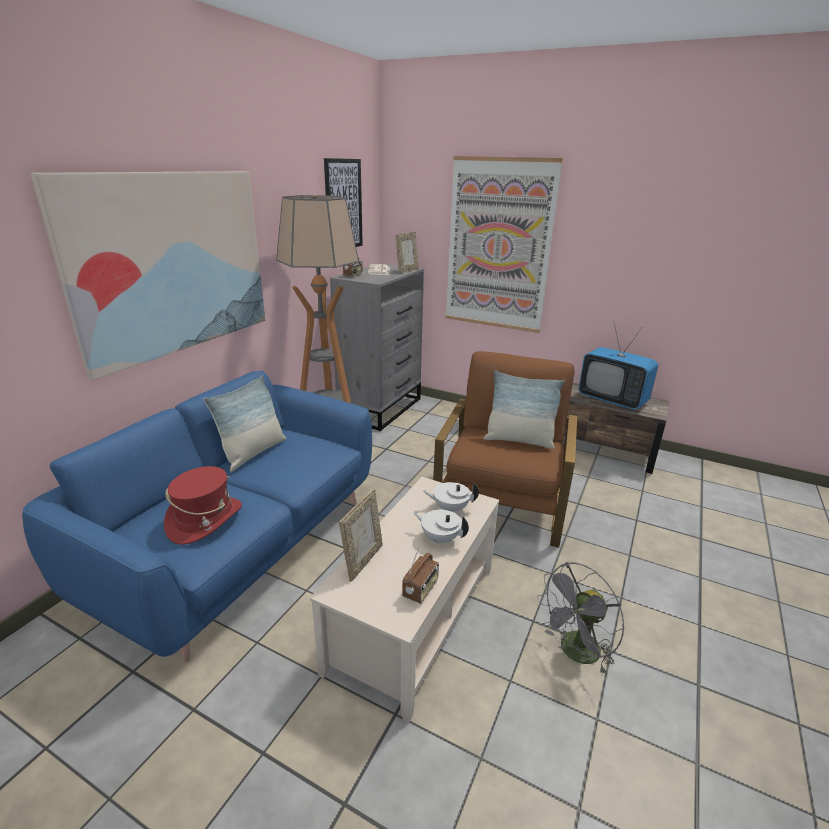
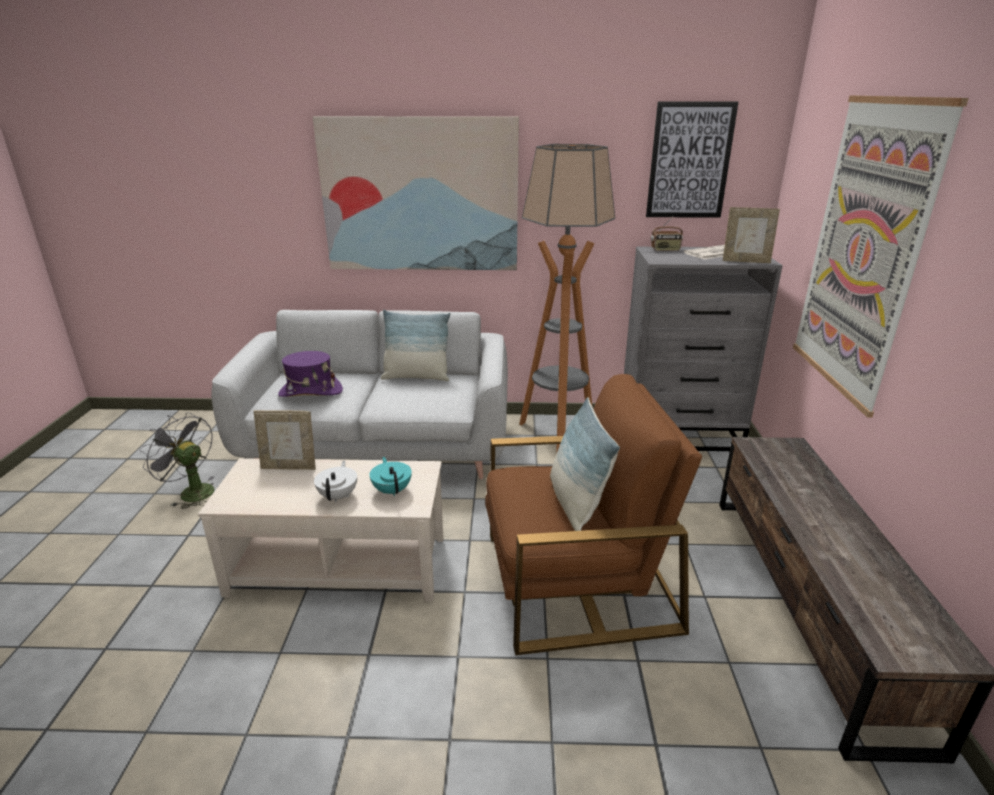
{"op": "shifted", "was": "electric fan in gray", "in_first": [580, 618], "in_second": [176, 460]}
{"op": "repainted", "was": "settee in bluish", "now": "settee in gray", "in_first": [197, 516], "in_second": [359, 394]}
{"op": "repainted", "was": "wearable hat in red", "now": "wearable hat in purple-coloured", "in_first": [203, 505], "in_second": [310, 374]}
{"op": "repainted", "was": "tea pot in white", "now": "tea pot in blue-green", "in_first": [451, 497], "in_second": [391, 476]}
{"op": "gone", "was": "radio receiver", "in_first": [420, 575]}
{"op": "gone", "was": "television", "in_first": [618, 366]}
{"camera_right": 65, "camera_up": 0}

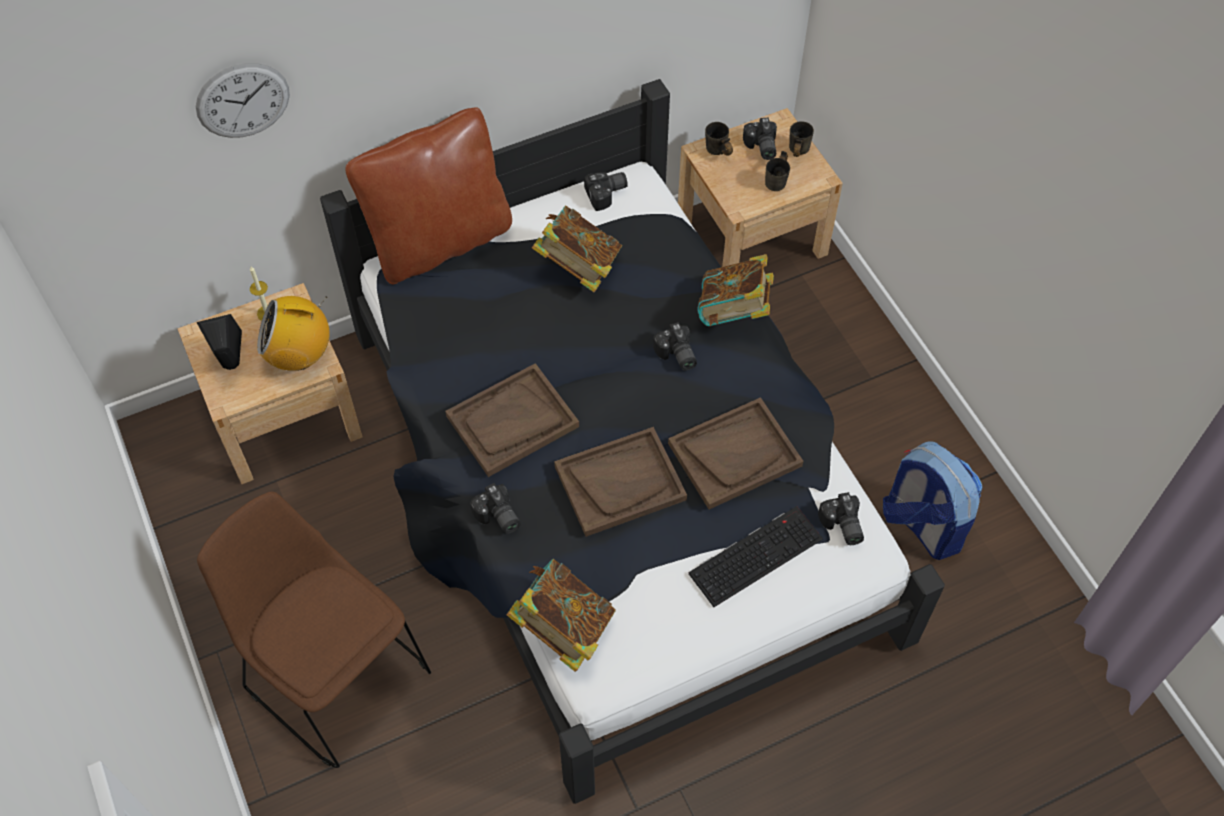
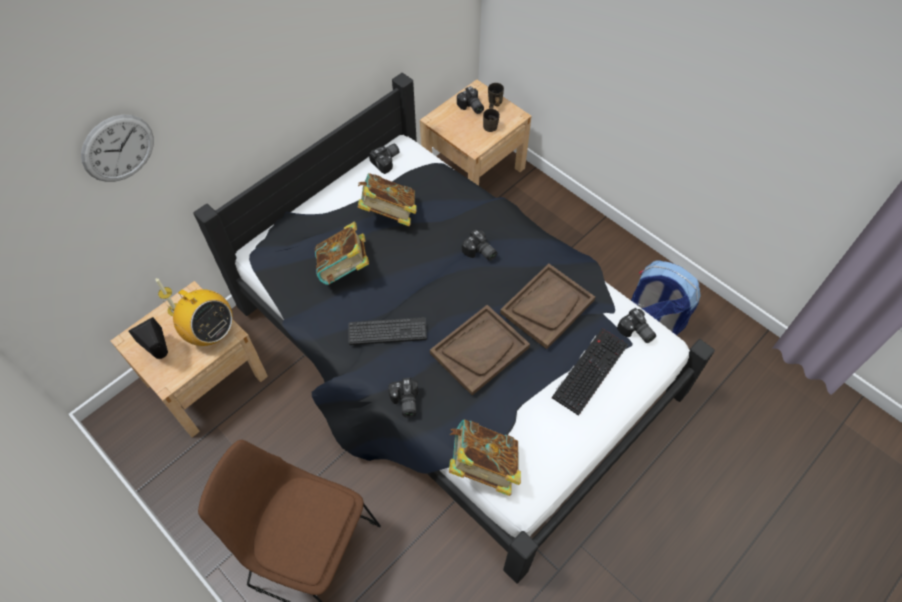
{"op": "rotated", "was": "radio receiver", "in_first": [293, 333], "in_second": [198, 317], "clockwise": -120}
{"op": "shifted", "was": "bound book", "in_first": [736, 290], "in_second": [342, 253]}
{"op": "swapped", "was": "serving tray in brownish", "now": "computer keyboard", "in_first": [512, 420], "in_second": [388, 331]}
{"op": "rotated", "was": "photo camera", "in_first": [495, 508], "in_second": [403, 398], "clockwise": 45}
{"op": "gone", "was": "cushion in brownish", "in_first": [428, 195]}
{"op": "gone", "was": "tea mug in gray", "in_first": [719, 139]}
{"camera_right": -20, "camera_up": 0}

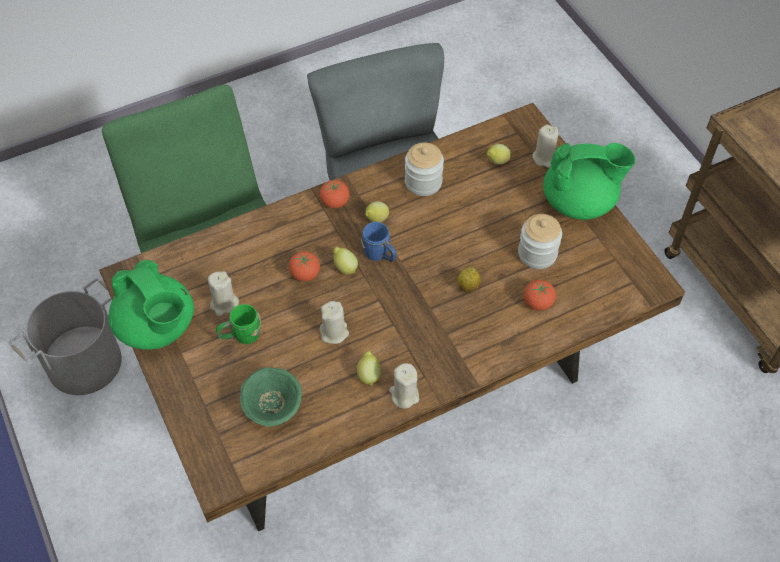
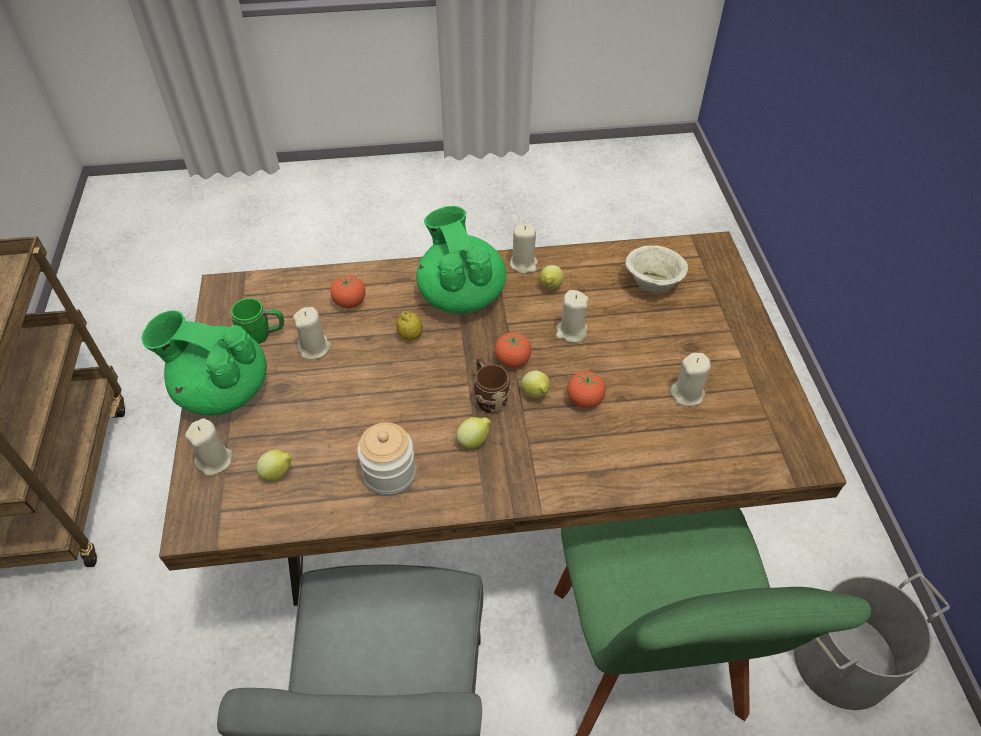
{"op": "shifted", "was": "tea mug in green", "in_first": [238, 324], "in_second": [257, 321]}
{"op": "swapped", "was": "storage jar", "now": "wax candle in beige", "in_first": [540, 241], "in_second": [312, 333]}
{"op": "shifted", "was": "tea pot in green", "in_first": [151, 304], "in_second": [461, 259]}
{"op": "repainted", "was": "tea mug in bluish", "now": "tea mug in brownish", "in_first": [378, 242], "in_second": [492, 385]}
{"op": "shifted", "was": "fresh tomato", "in_first": [334, 194], "in_second": [513, 350]}
{"op": "repainted", "was": "serving bowl in green", "now": "serving bowl in beige", "in_first": [271, 397], "in_second": [656, 269]}
{"camera_right": -160, "camera_up": -5}

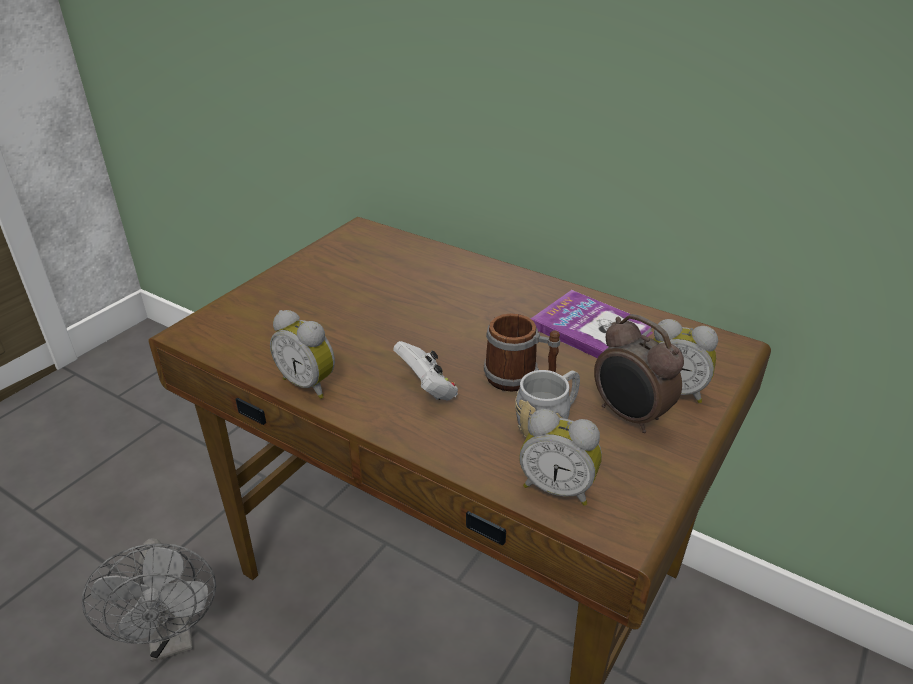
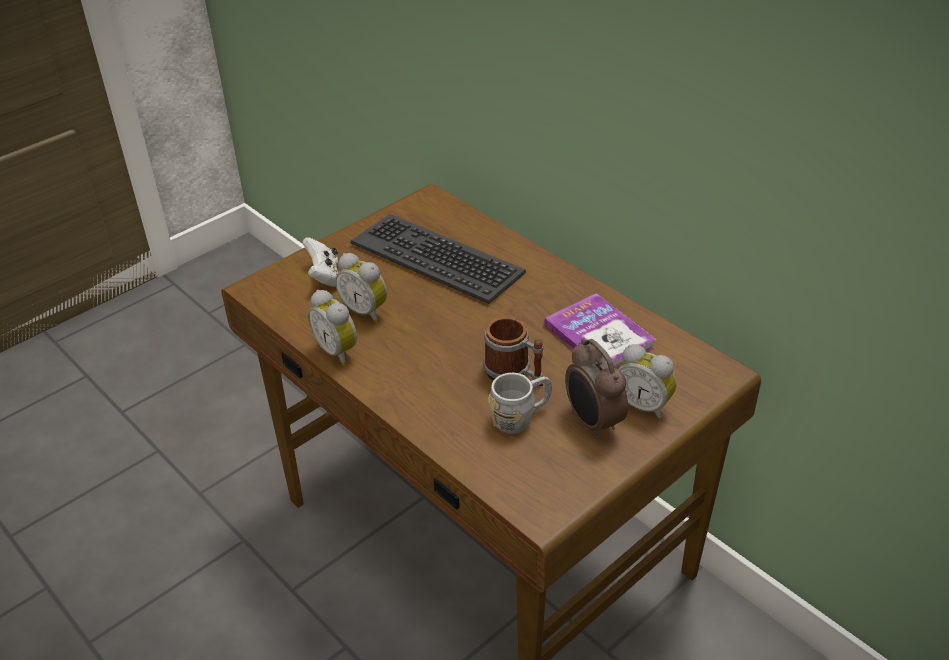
{"op": "shifted", "was": "gamepad in white", "in_first": [425, 371], "in_second": [320, 262]}
{"op": "shifted", "was": "alarm clock", "in_first": [560, 457], "in_second": [361, 288]}
{"op": "new", "now": "computer keyboard", "in_second": [438, 259]}
{"op": "gone", "was": "electric fan in gray", "in_first": [149, 600]}
{"camera_right": 15, "camera_up": 5}

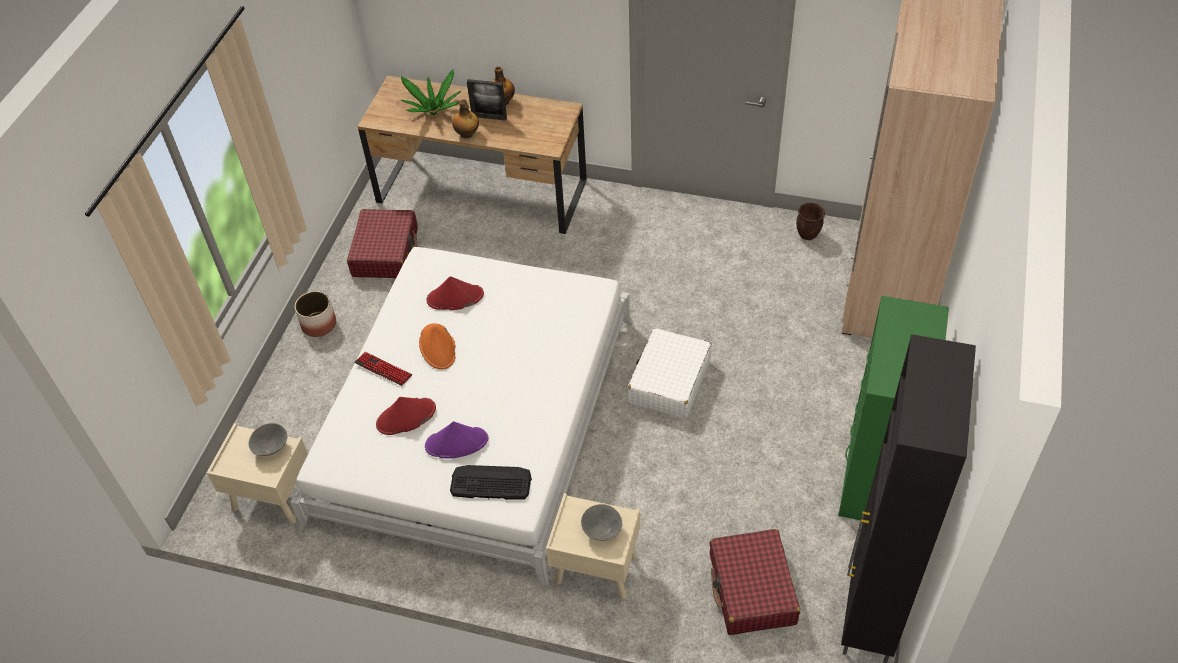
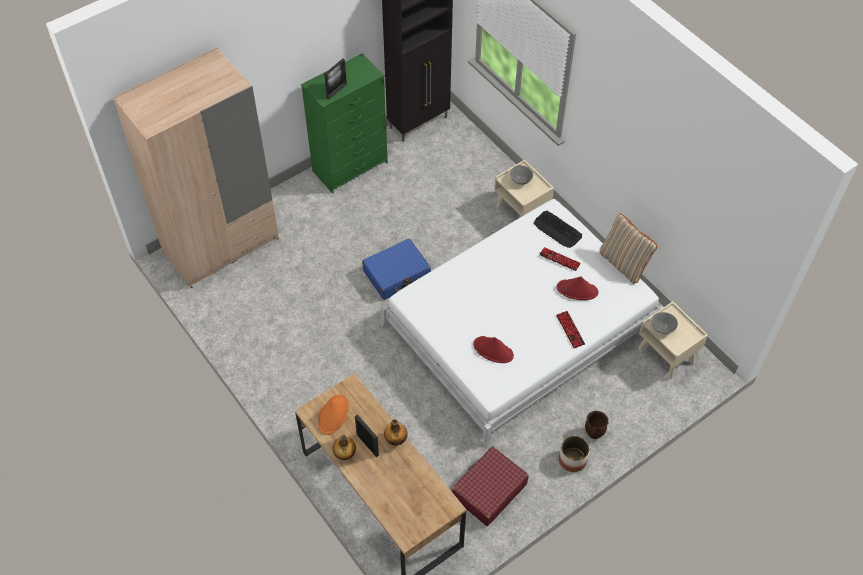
{"op": "shifted", "was": "wearable hat in orange-coloured", "in_first": [437, 346], "in_second": [333, 415]}
{"op": "new", "now": "standing frame", "in_second": [335, 79]}
{"op": "repainted", "was": "travel case in white", "now": "travel case in bluish", "in_first": [669, 373], "in_second": [396, 269]}
{"op": "swapped", "was": "wearable hat in purple-coloured", "now": "computer keyboard", "in_first": [456, 439], "in_second": [560, 259]}
{"op": "shifted", "was": "planter in brownish", "in_first": [810, 221], "in_second": [596, 424]}
{"op": "new", "now": "cushion in beige", "in_second": [628, 248]}
{"op": "gone", "was": "plant in a pot", "in_first": [431, 92]}
{"op": "gone", "was": "travel case in red", "in_first": [755, 582]}
{"camera_right": -145, "camera_up": 5}

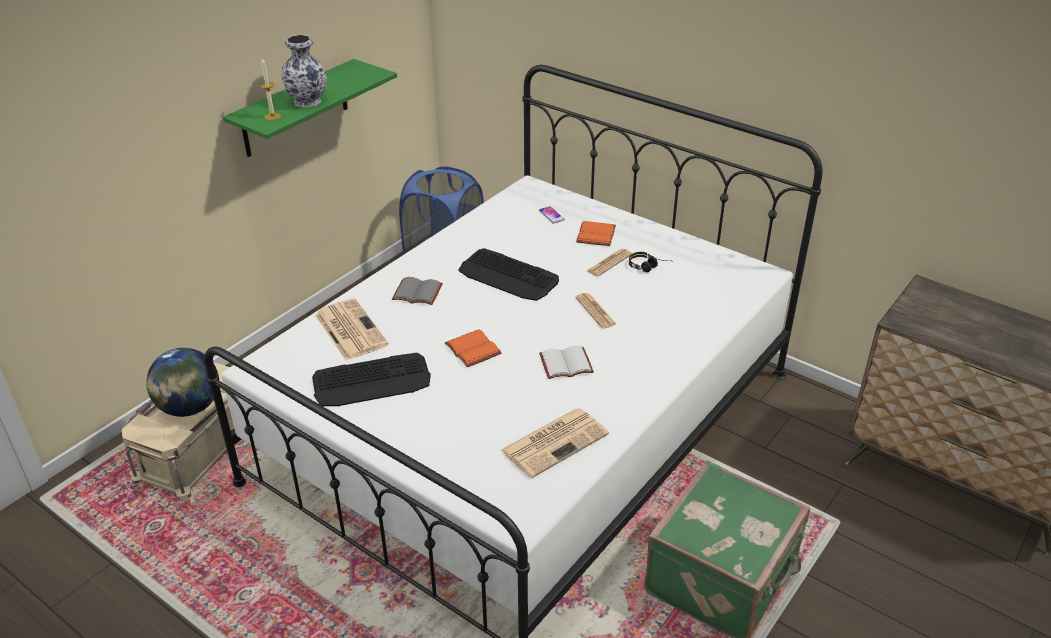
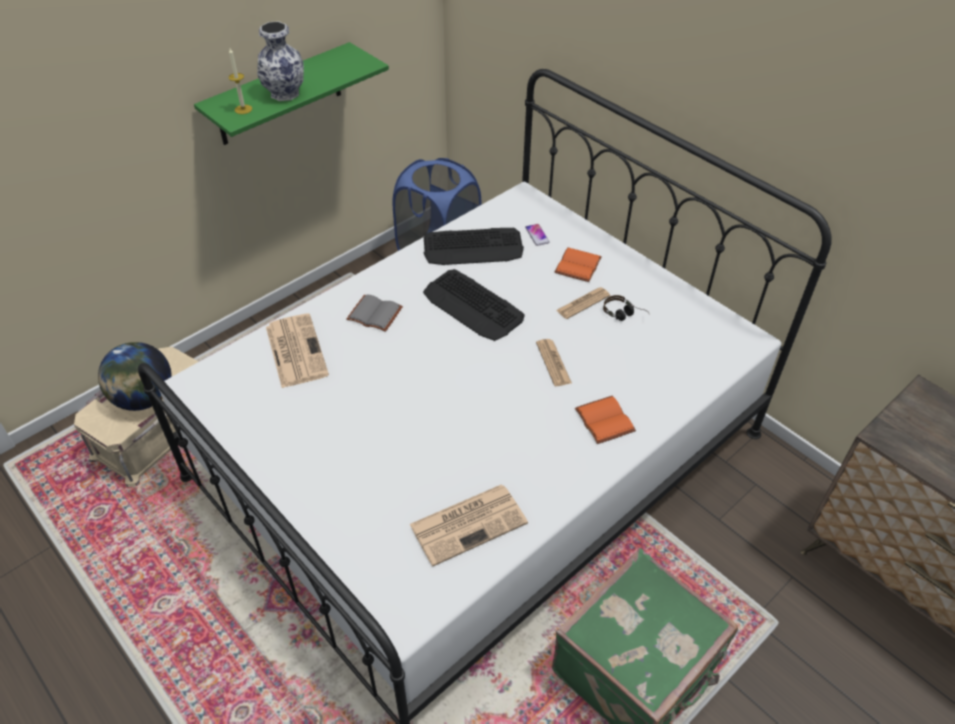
{"op": "shifted", "was": "computer keyboard", "in_first": [371, 379], "in_second": [474, 246]}
{"op": "shifted", "was": "bound book in orange-coloured", "in_first": [473, 348], "in_second": [605, 420]}
{"op": "gone", "was": "bound book in white", "in_first": [566, 362]}
{"camera_right": 10, "camera_up": 10}

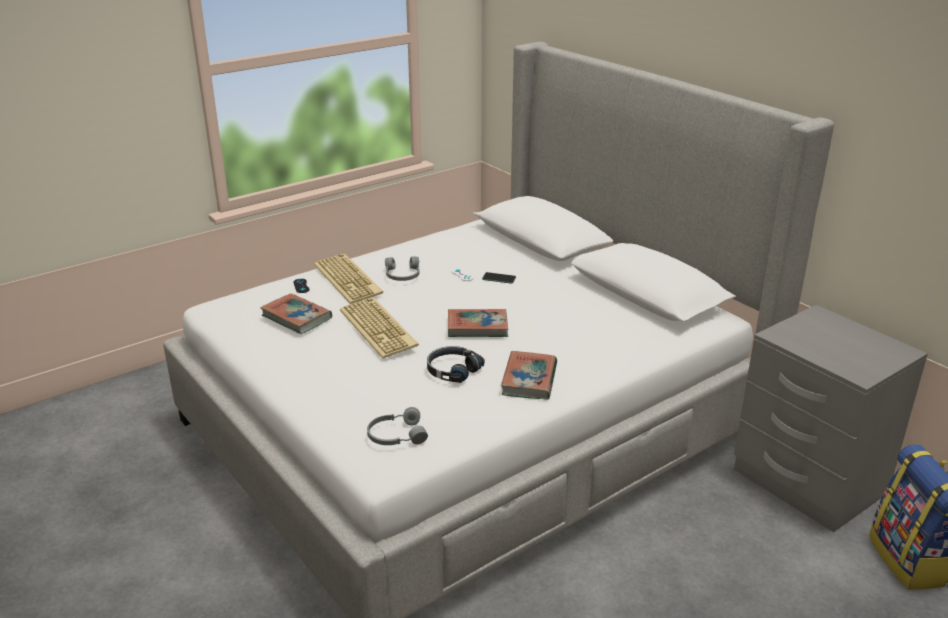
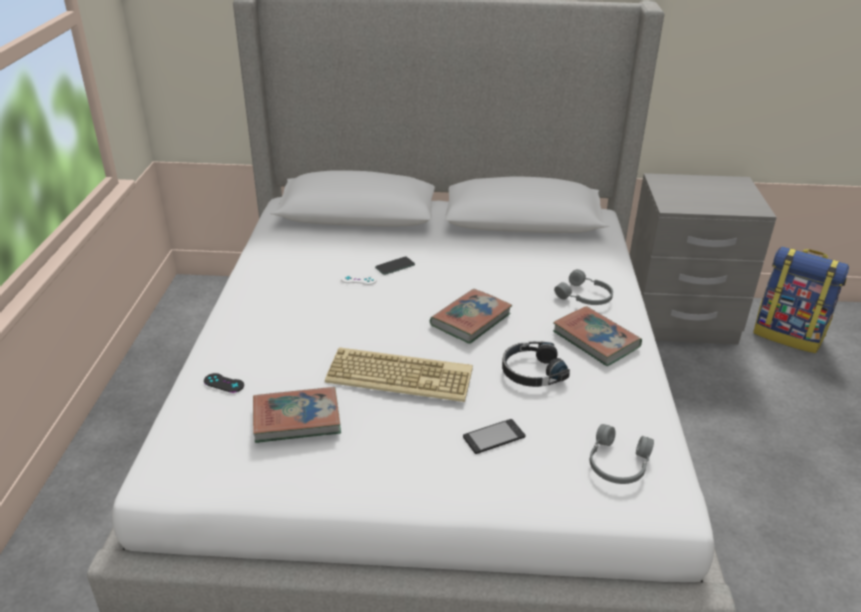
{"op": "new", "now": "phone", "in_second": [494, 436]}
{"op": "shifted", "was": "headset in gray", "in_first": [402, 268], "in_second": [583, 287]}
{"op": "gone", "was": "computer keyboard", "in_first": [348, 279]}
{"camera_right": -50, "camera_up": 5}

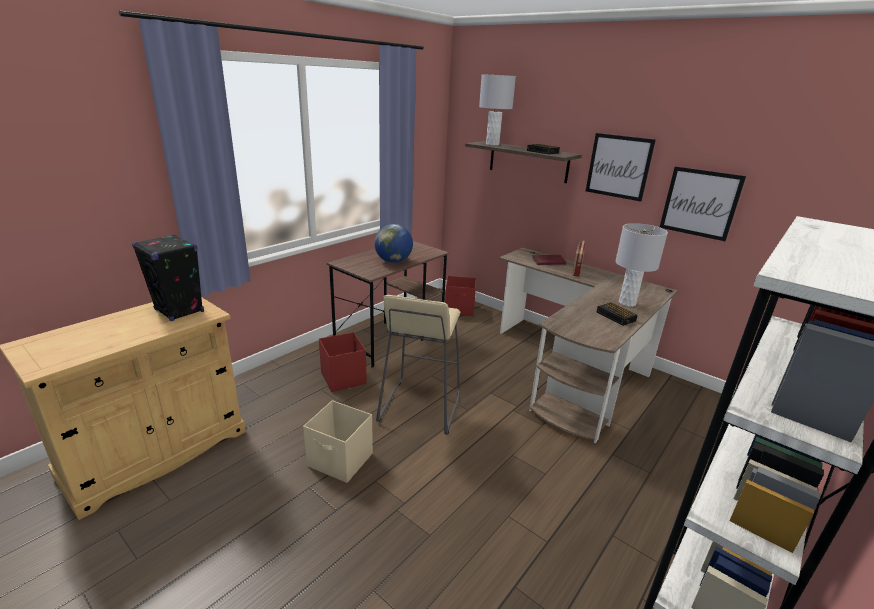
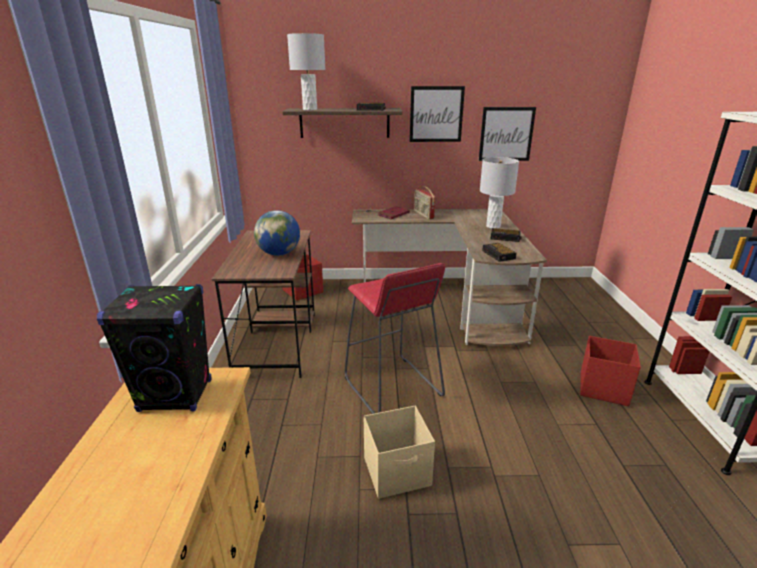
{"op": "repainted", "was": "stool seat in beige", "now": "stool seat in red", "in_first": [418, 365], "in_second": [395, 338]}
{"op": "new", "now": "alarm clock", "in_second": [499, 252]}
{"op": "shifted", "was": "storage bin in red", "in_first": [343, 362], "in_second": [610, 371]}
{"camera_right": -40, "camera_up": 0}

